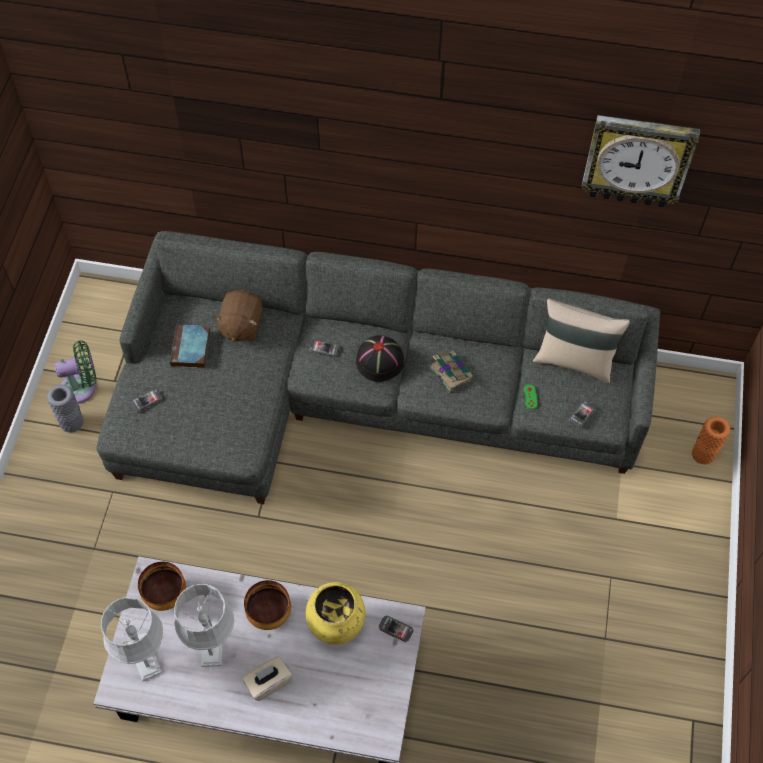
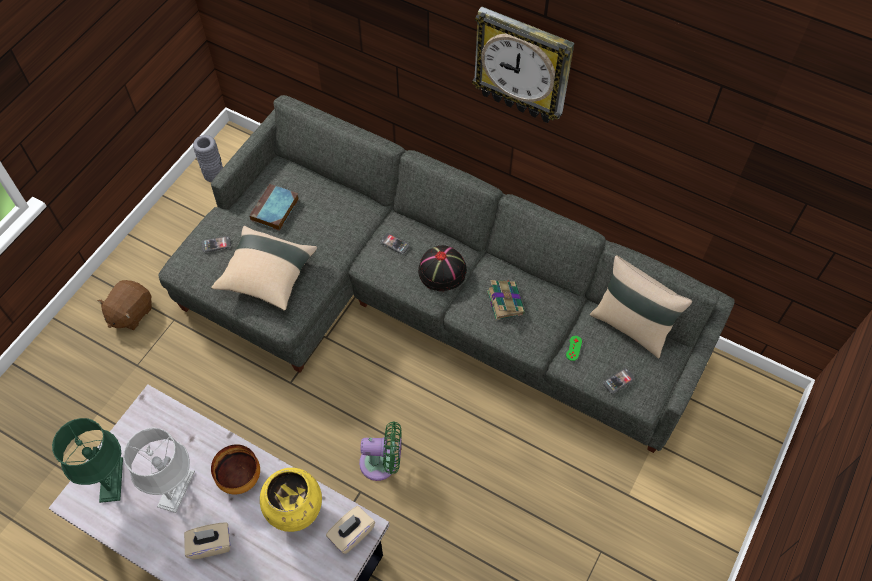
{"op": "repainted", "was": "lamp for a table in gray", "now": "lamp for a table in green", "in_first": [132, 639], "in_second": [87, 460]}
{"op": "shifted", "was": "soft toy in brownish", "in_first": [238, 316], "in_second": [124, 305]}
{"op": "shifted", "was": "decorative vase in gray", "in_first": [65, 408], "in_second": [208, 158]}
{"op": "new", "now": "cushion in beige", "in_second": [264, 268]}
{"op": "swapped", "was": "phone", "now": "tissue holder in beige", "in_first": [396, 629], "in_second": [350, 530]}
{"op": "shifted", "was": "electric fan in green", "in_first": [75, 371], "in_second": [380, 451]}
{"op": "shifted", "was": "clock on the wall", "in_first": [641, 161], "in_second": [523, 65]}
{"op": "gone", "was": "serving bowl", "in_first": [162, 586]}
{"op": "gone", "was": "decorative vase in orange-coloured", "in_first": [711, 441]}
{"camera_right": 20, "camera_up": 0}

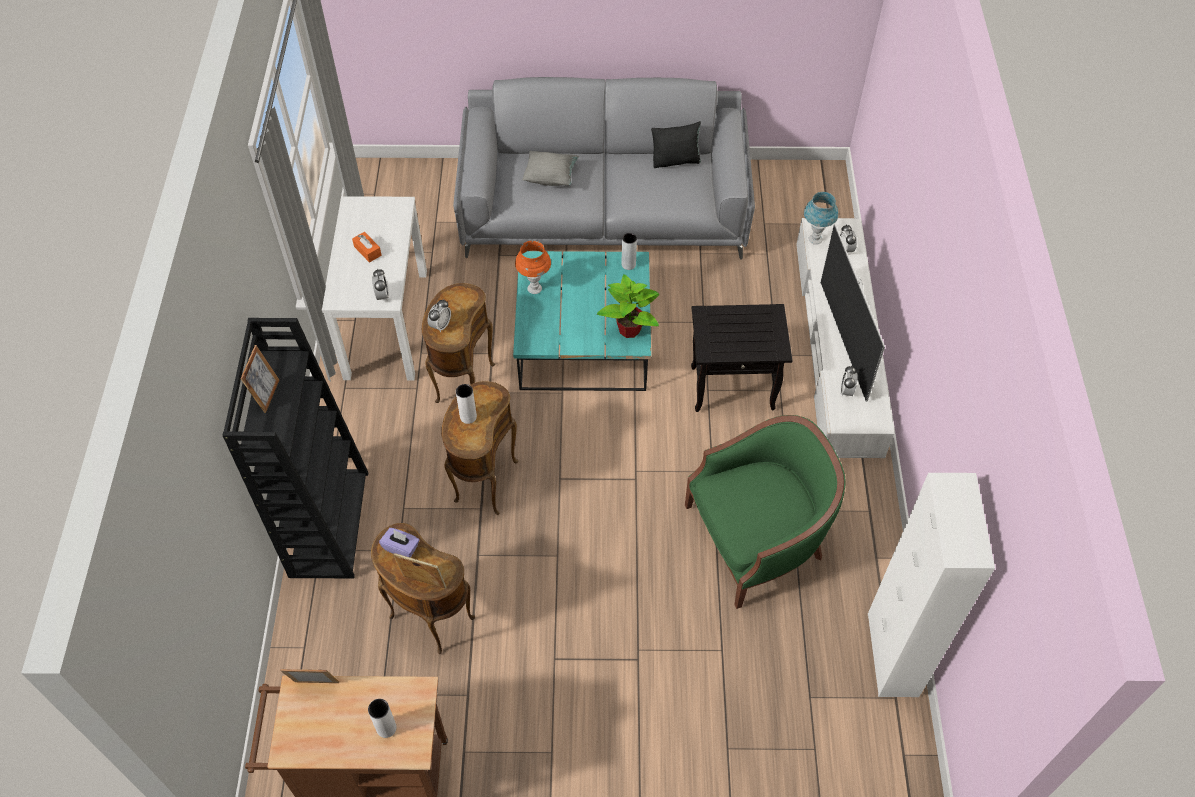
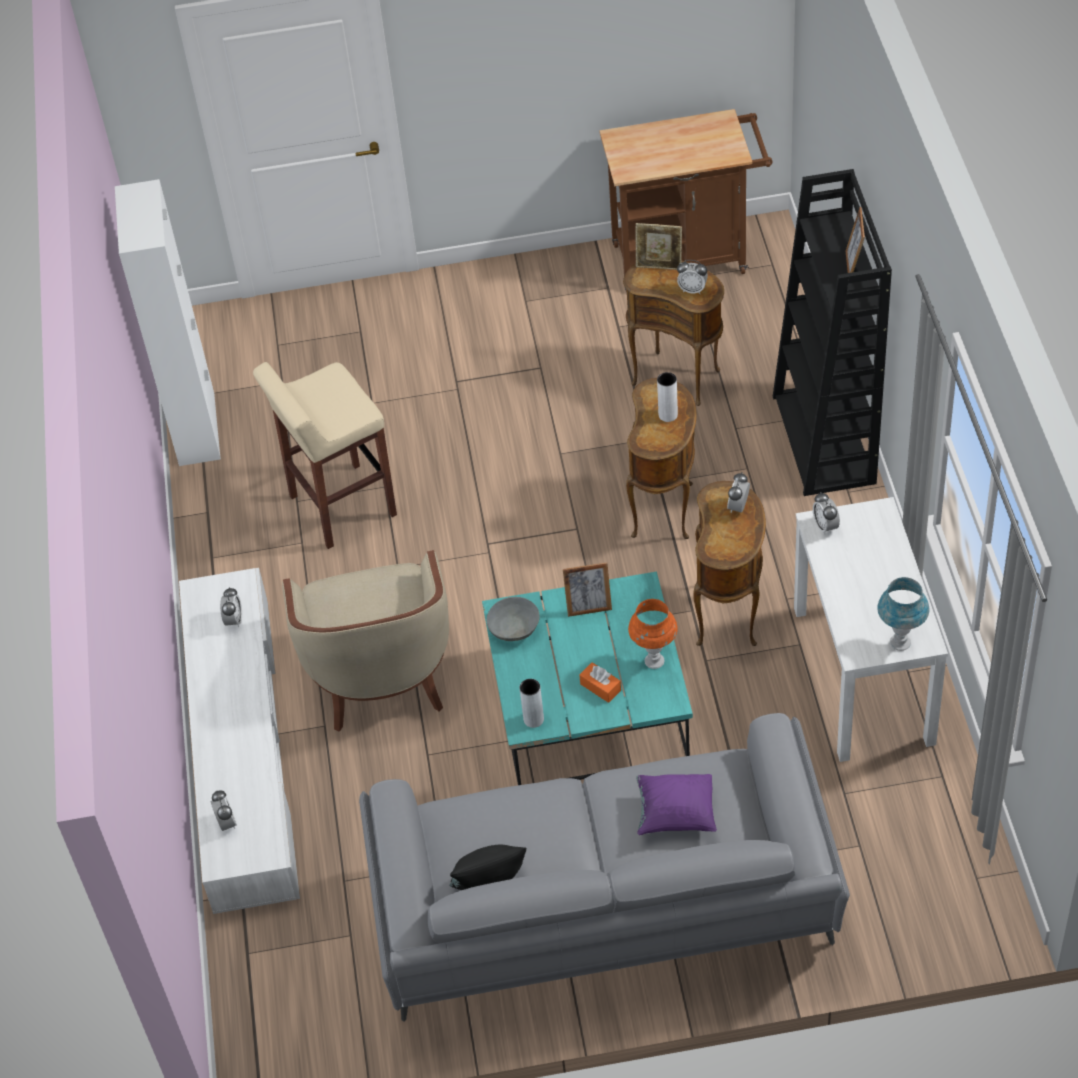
{"op": "swapped", "was": "easy chair in green", "now": "stool seat in beige", "in_first": [765, 512], "in_second": [325, 455]}
{"op": "swapped", "was": "accent table in black-coloured", "now": "easy chair in beige", "in_first": [742, 358], "in_second": [365, 641]}
{"op": "swapped", "was": "plant in a pot", "now": "serving bowl in gray", "in_first": [628, 306], "in_second": [513, 619]}
{"op": "shifted", "was": "standing frame", "in_first": [309, 676], "in_second": [587, 589]}
{"op": "shifted", "was": "tissue holder in orange-coloured", "in_first": [367, 247], "in_second": [600, 682]}
{"op": "repainted", "was": "cushion in gray", "now": "cushion in purple-coloured", "in_first": [550, 168], "in_second": [676, 804]}
{"op": "swapped", "was": "tissue holder in purple-coloured", "now": "alarm clock", "in_first": [399, 542], "in_second": [692, 277]}
{"op": "shifted", "was": "lamp for a table in bluish", "in_first": [821, 218], "in_second": [903, 614]}
{"op": "gone", "was": "decorative vase in white", "in_first": [382, 718]}
{"op": "gone", "was": "television", "in_first": [852, 313]}
{"camera_right": 175, "camera_up": -5}

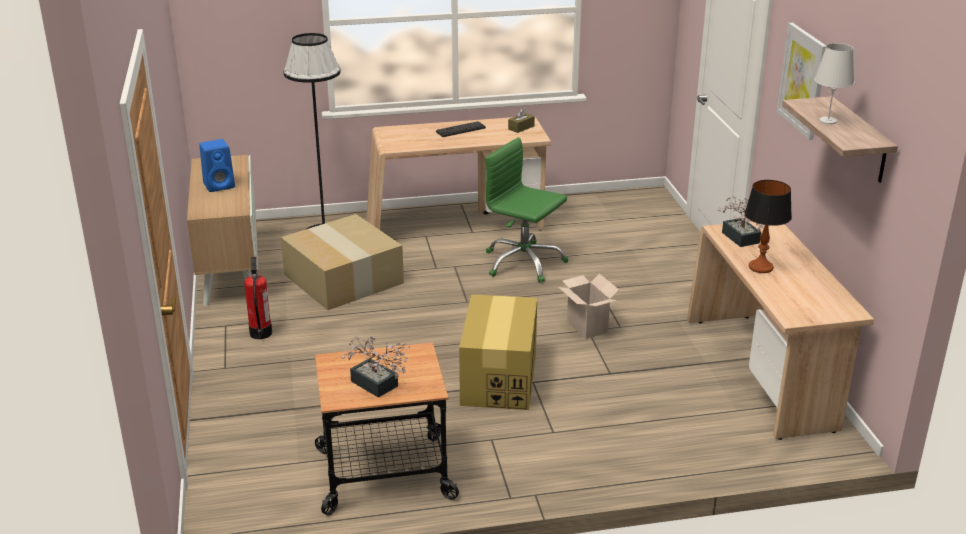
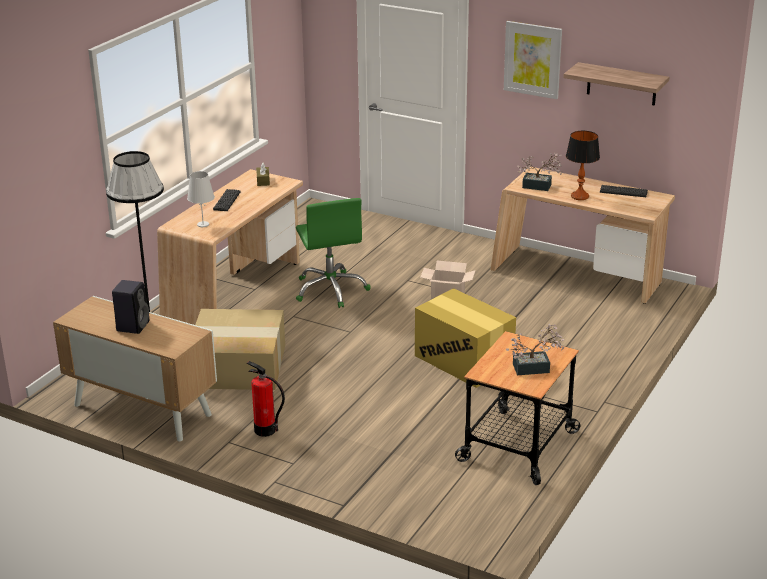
{"op": "repainted", "was": "audio speaker in bluish", "now": "audio speaker in black-coloured", "in_first": [217, 165], "in_second": [130, 307]}
{"op": "shifted", "was": "lamp for a table in white", "in_first": [834, 83], "in_second": [201, 199]}
{"op": "rotated", "was": "desk chair in green", "in_first": [526, 210], "in_second": [333, 253], "clockwise": -90}
{"op": "new", "now": "computer keyboard", "in_second": [624, 191]}
{"camera_right": -50, "camera_up": 0}

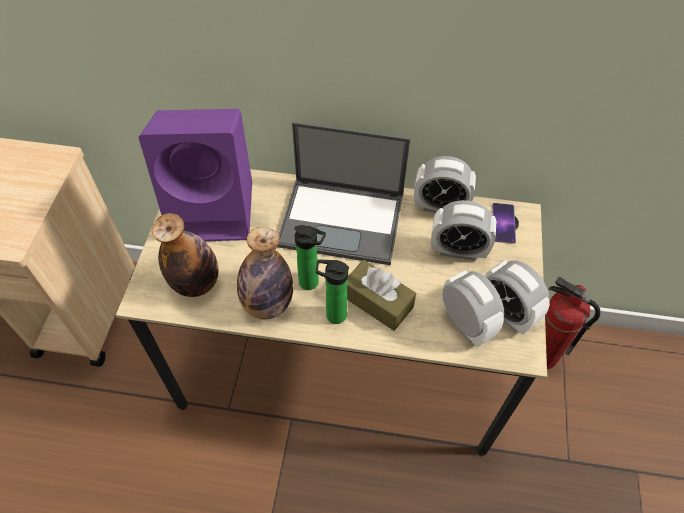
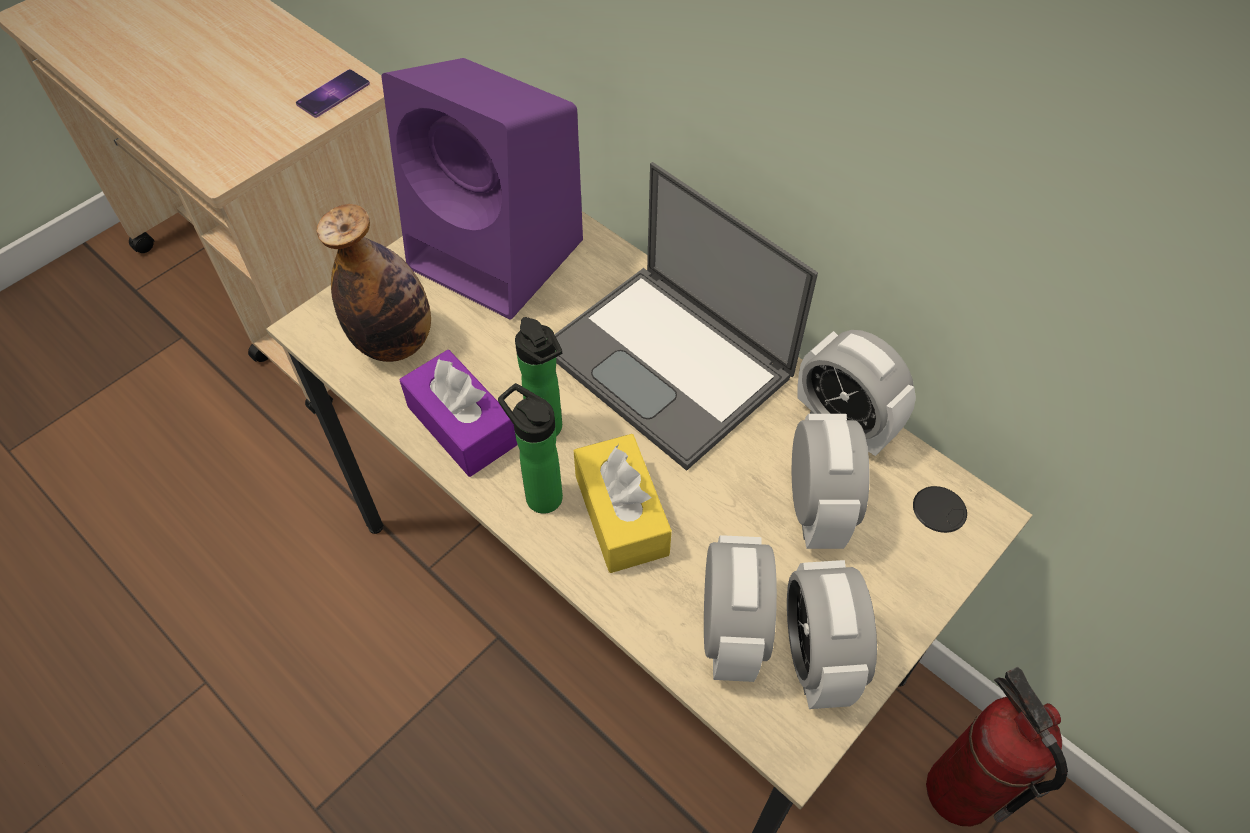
{"op": "shifted", "was": "phone", "in_first": [504, 223], "in_second": [333, 93]}
{"op": "swapped", "was": "drink bottle", "now": "tissue holder in purple-coloured", "in_first": [265, 273], "in_second": [458, 413]}
{"op": "repainted", "was": "tissue holder in brownish", "now": "tissue holder in yellow-coloured", "in_first": [381, 295], "in_second": [623, 503]}
{"op": "rotated", "was": "alarm clock", "in_first": [464, 230], "in_second": [831, 481], "clockwise": -135}
{"camera_right": 35, "camera_up": 0}

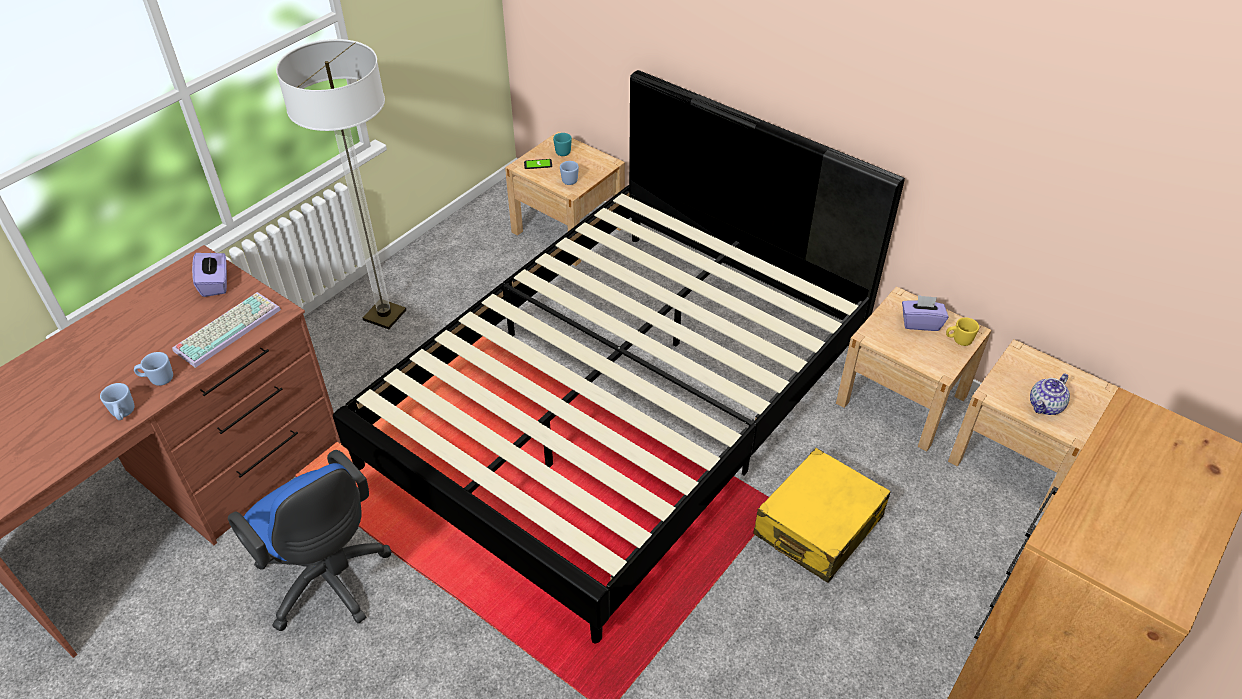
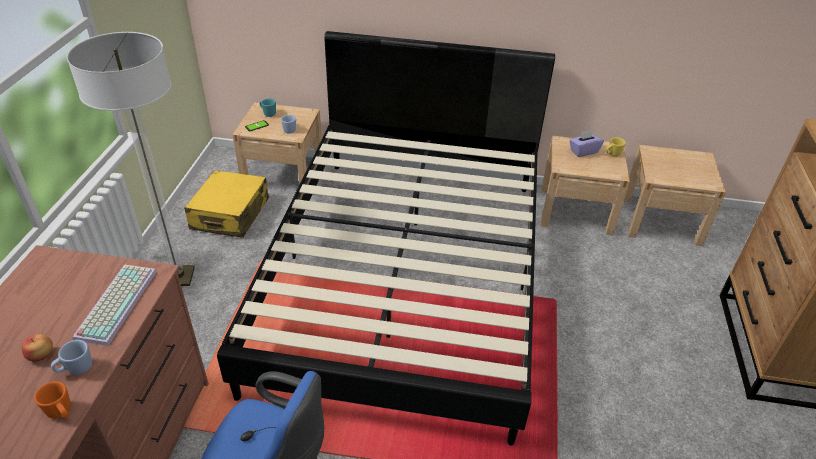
{"op": "new", "now": "whole apple", "in_second": [37, 348]}
{"op": "repainted", "was": "tea mug in bluish", "now": "tea mug in orange-coloured", "in_first": [117, 401], "in_second": [52, 400]}
{"op": "shifted", "was": "travel case in yellow-coloured", "in_first": [822, 515], "in_second": [226, 204]}
{"op": "gone", "was": "tissue holder in purple-coloured", "in_first": [209, 275]}
{"op": "gone", "was": "tea pot", "in_first": [1050, 394]}
{"camera_right": -30, "camera_up": -5}

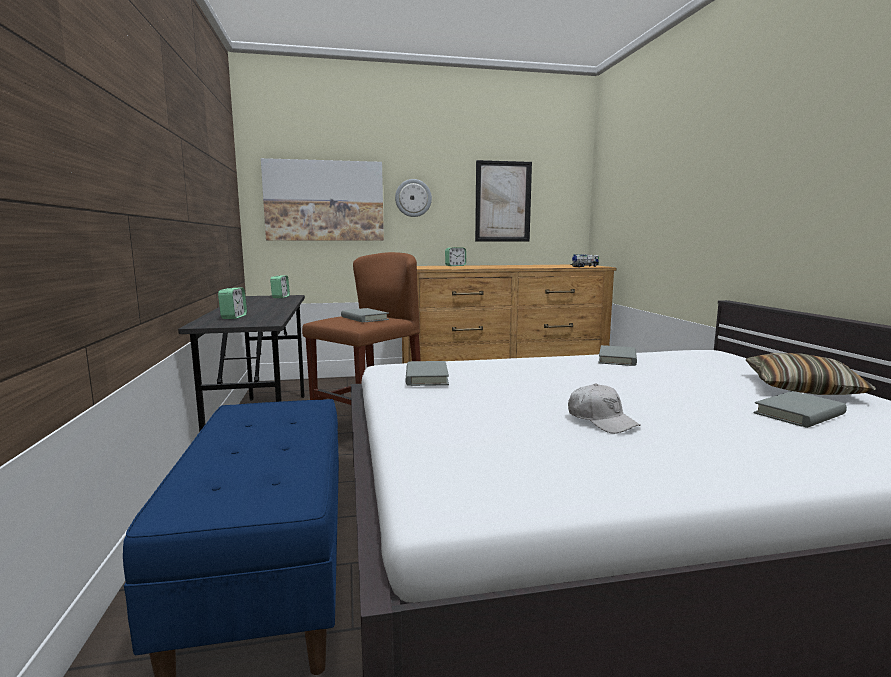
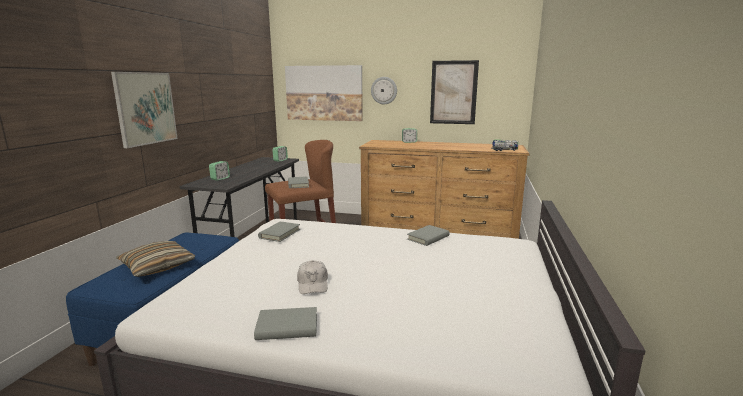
{"op": "new", "now": "picture", "in_second": [144, 110]}
{"op": "shifted", "was": "cushion", "in_first": [811, 374], "in_second": [156, 259]}
{"op": "shifted", "was": "bound book in gray", "in_first": [800, 409], "in_second": [285, 323]}
{"camera_right": 25, "camera_up": 5}

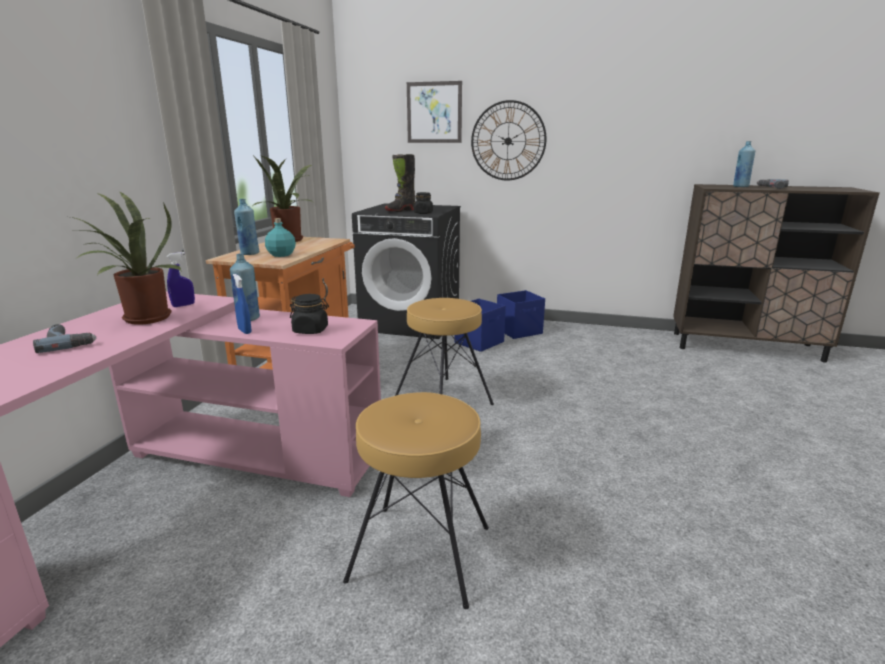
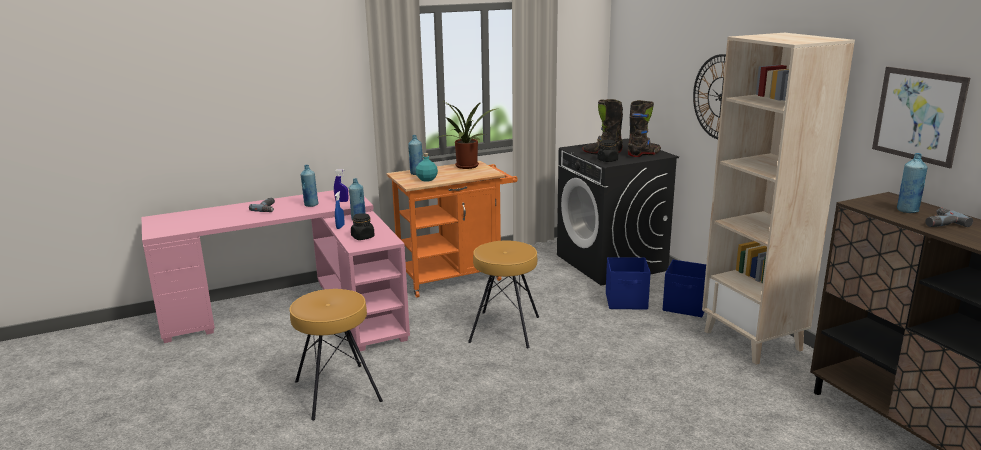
{"op": "swapped", "was": "plant in a pot", "now": "drink bottle in bluish", "in_first": [126, 258], "in_second": [310, 186]}
{"op": "new", "now": "boot in black-coloured", "in_second": [644, 128]}
{"op": "new", "now": "bookshelf in beige", "in_second": [778, 199]}
{"op": "shifted", "was": "picture", "in_first": [434, 112], "in_second": [921, 117]}
{"camera_right": 50, "camera_up": 0}

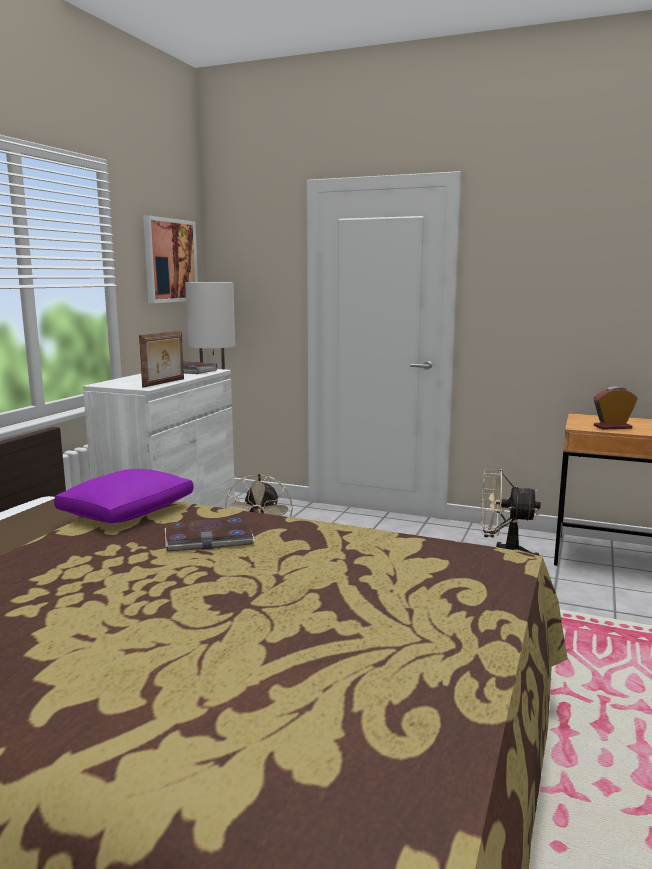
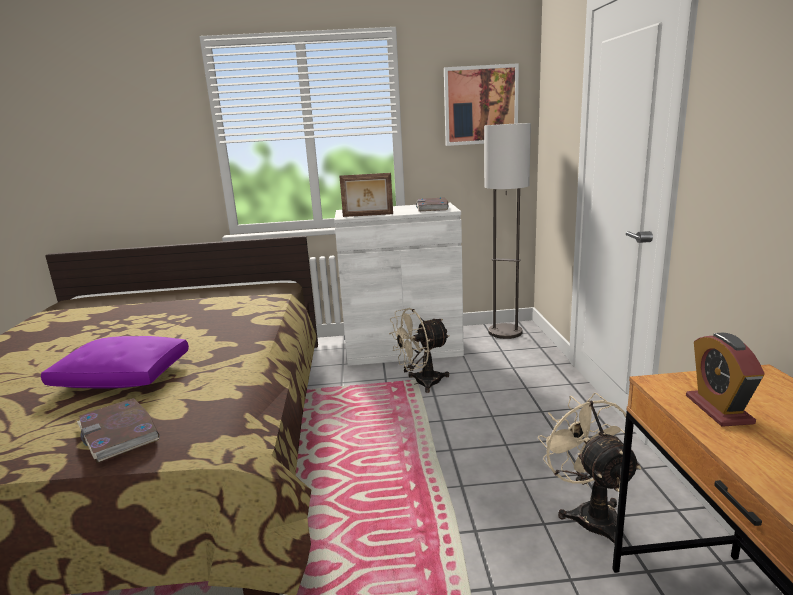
{"op": "shifted", "was": "cushion in purple-coloured", "in_first": [123, 496], "in_second": [115, 362]}
{"op": "shifted", "was": "bound book", "in_first": [210, 534], "in_second": [118, 431]}
{"op": "rotated", "was": "alarm clock", "in_first": [616, 408], "in_second": [725, 380], "clockwise": -150}
{"camera_right": 65, "camera_up": 5}

